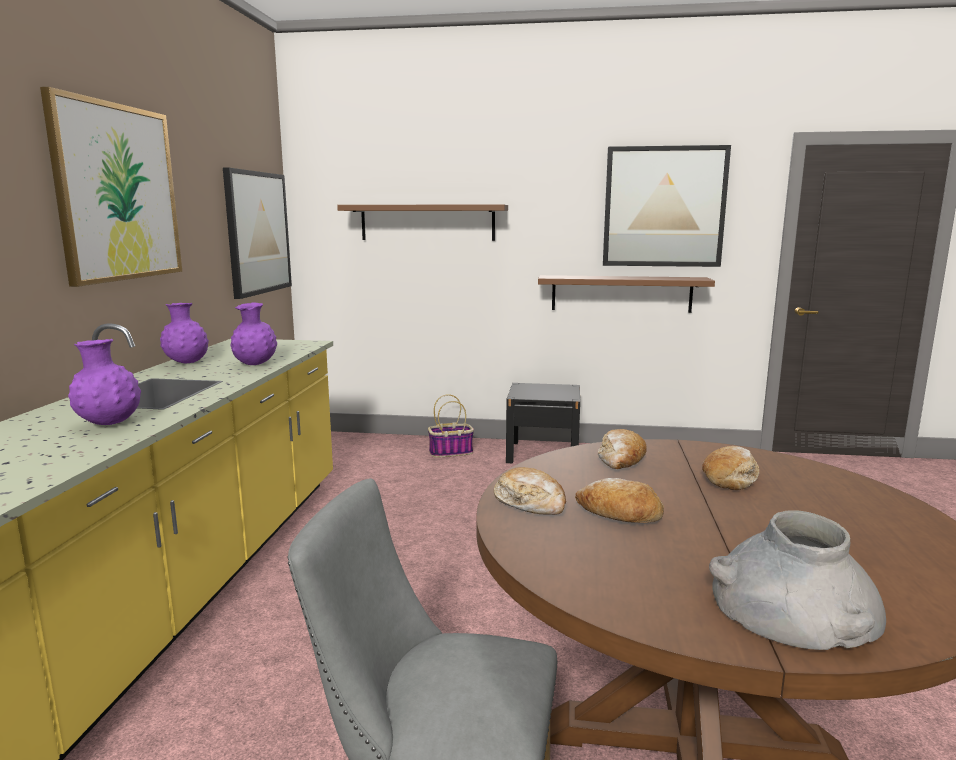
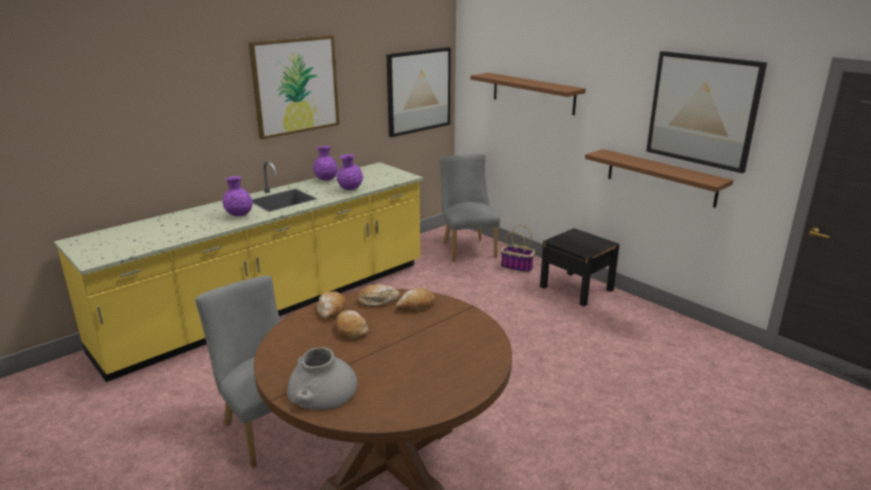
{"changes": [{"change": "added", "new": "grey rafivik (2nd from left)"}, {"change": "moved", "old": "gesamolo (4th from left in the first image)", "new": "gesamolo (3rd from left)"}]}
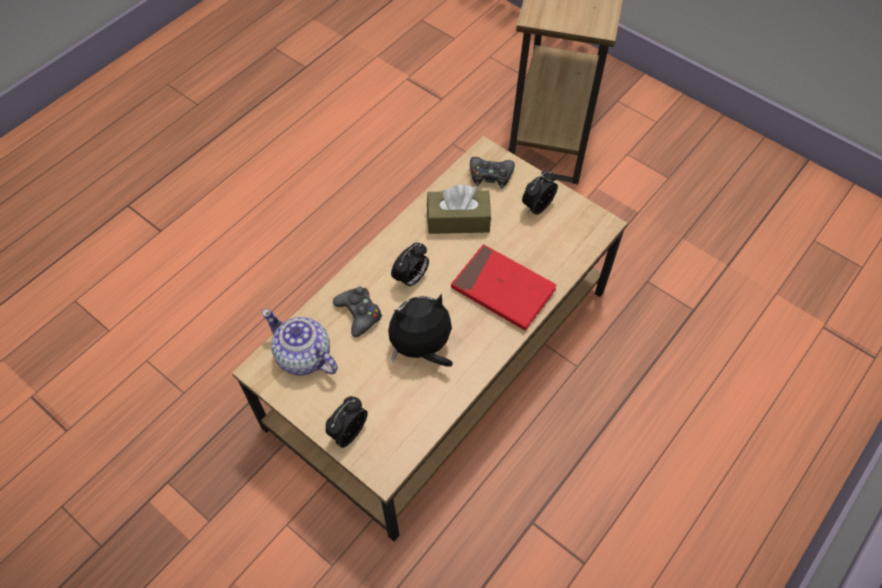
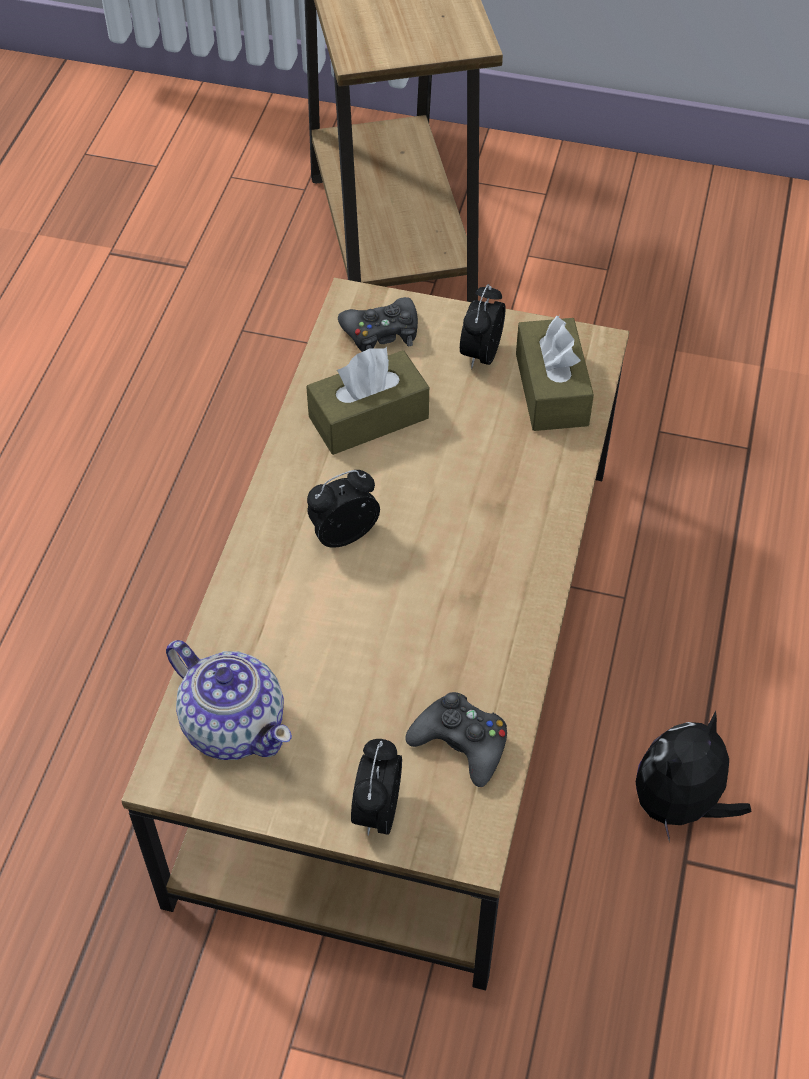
{"changes": [{"change": "removed", "old": "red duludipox"}, {"change": "added", "new": "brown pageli (2nd from left)"}, {"change": "moved", "old": "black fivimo (1st from left in the first image)", "new": "black fivimo (2nd from left)"}, {"change": "moved", "old": "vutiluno"}, {"change": "turned", "old": "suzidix", "degrees": -150}, {"change": "turned", "old": "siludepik (2nd from left in the first image)", "degrees": -135}]}
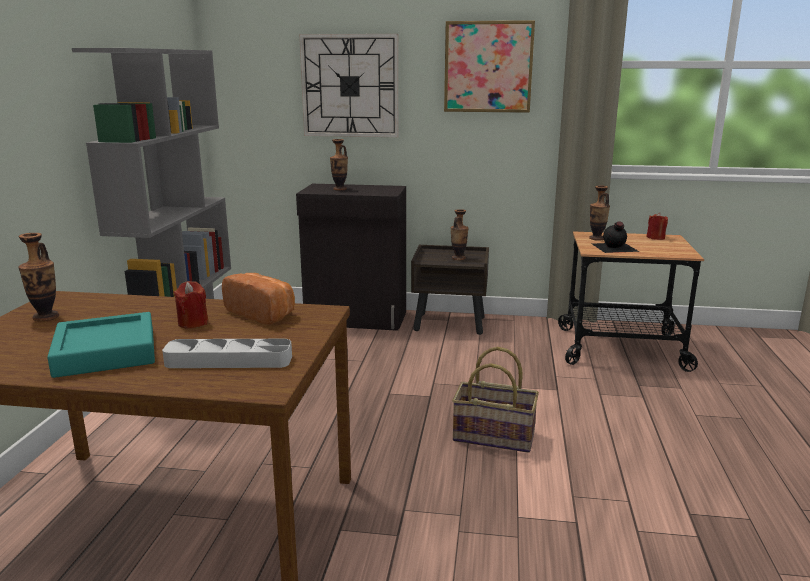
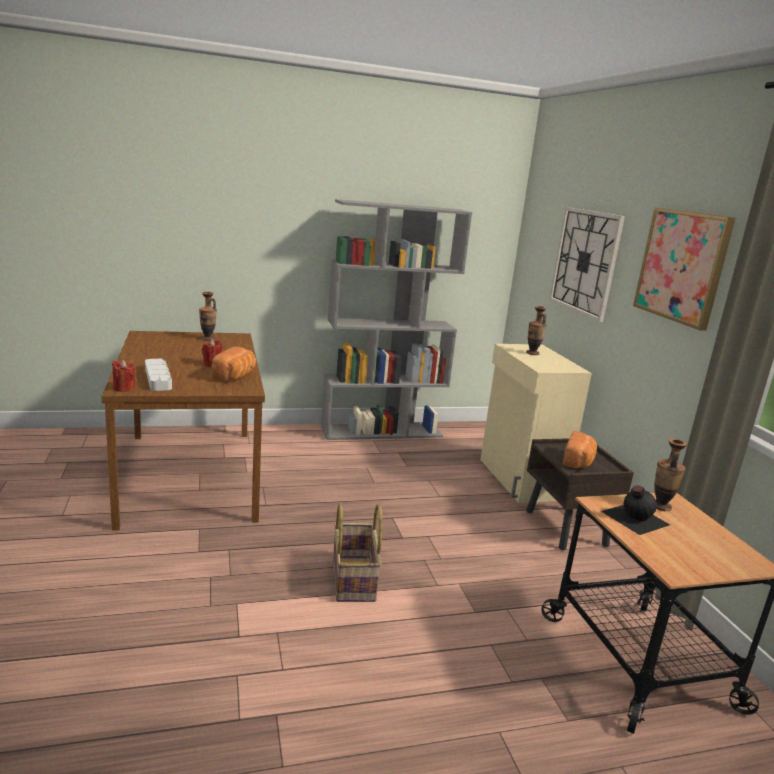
{"changes": [{"change": "removed", "old": "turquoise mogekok"}, {"change": "moved", "old": "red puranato (2nd from left in the first image)", "new": "red puranato (1st from left)"}, {"change": "replaced", "old": "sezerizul (3rd from left)", "new": "gesamolo (2nd from left)"}, {"change": "recoloured", "old": "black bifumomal", "new": "beige bifumomal"}]}
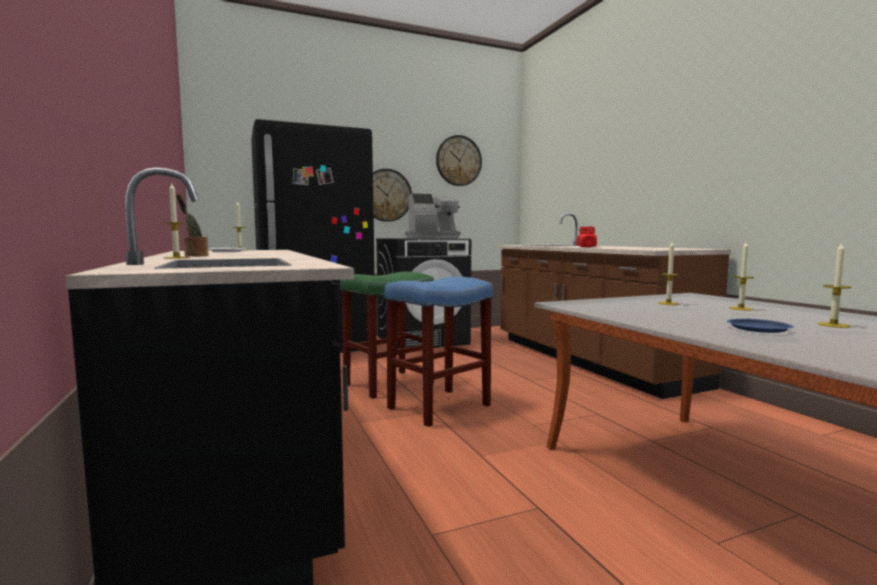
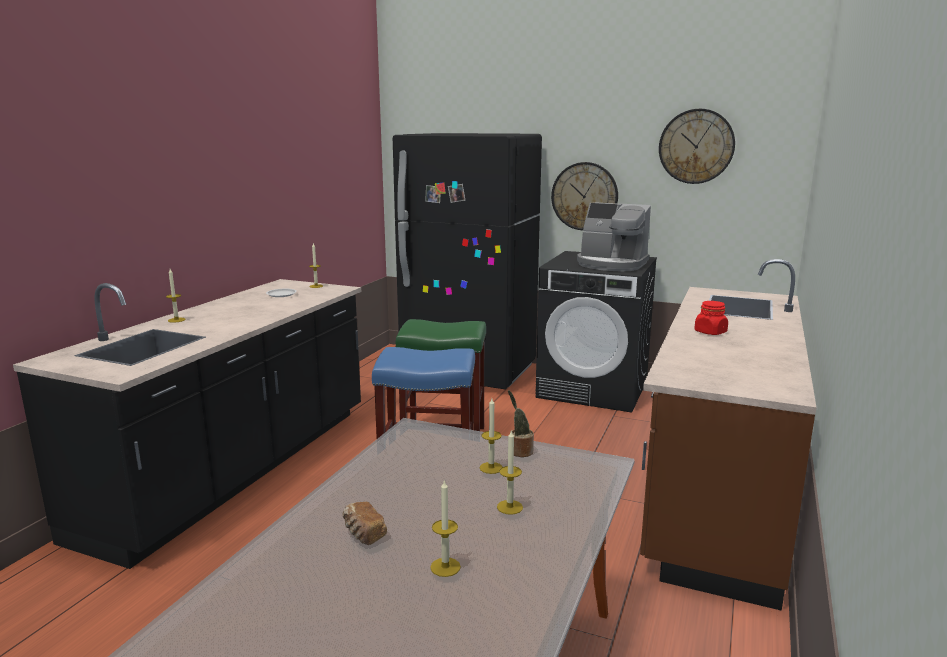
{"changes": [{"change": "moved", "old": "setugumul"}, {"change": "replaced", "old": "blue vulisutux", "new": "gesamolo"}]}
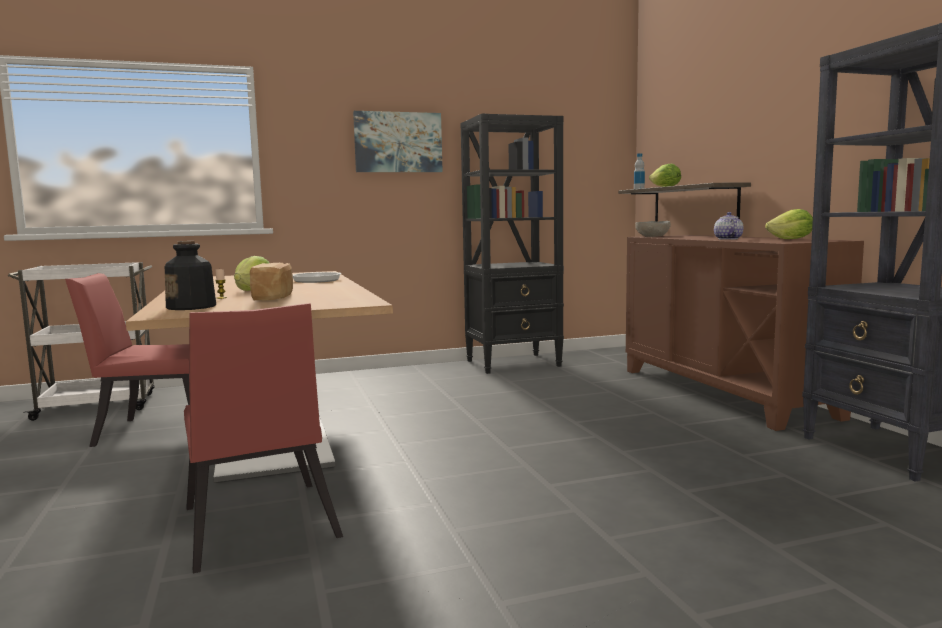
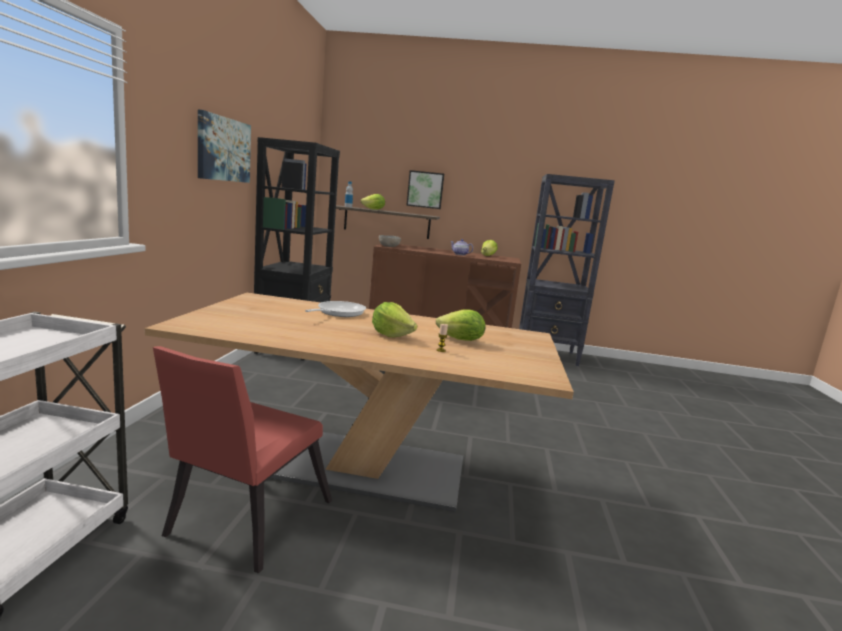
{"changes": [{"change": "removed", "old": "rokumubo (1st from left)"}, {"change": "removed", "old": "red rafivik (2nd from left)"}, {"change": "added", "new": "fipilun (2nd from left)"}, {"change": "replaced", "old": "gesamolo", "new": "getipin (3rd from left)"}]}
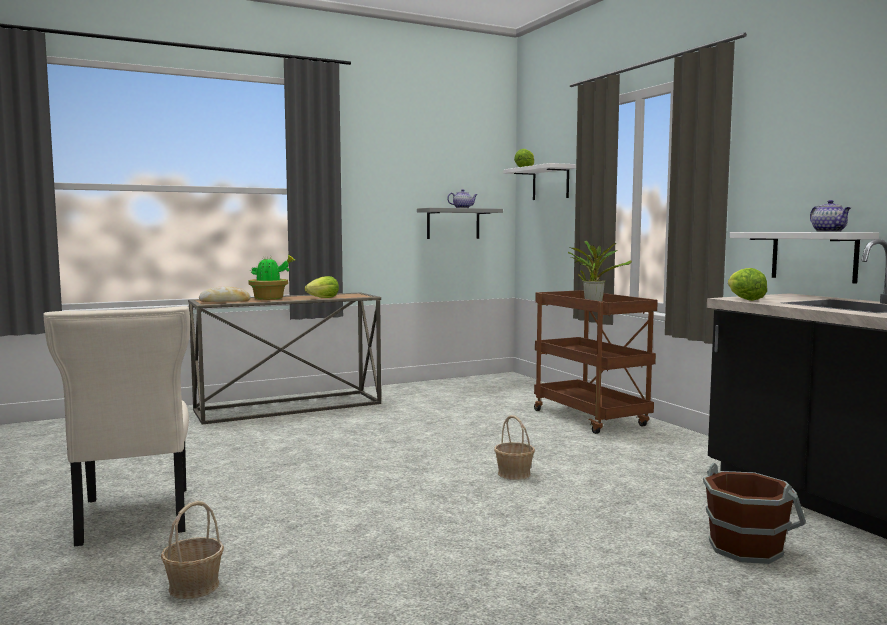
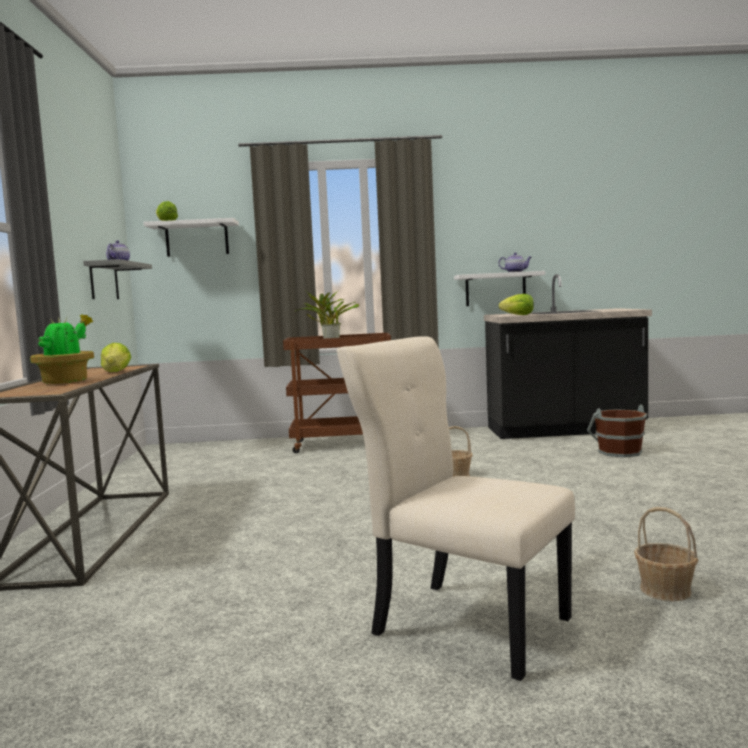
{"changes": [{"change": "removed", "old": "gesamolo"}, {"change": "turned", "old": "beige rafivik", "degrees": -150}]}
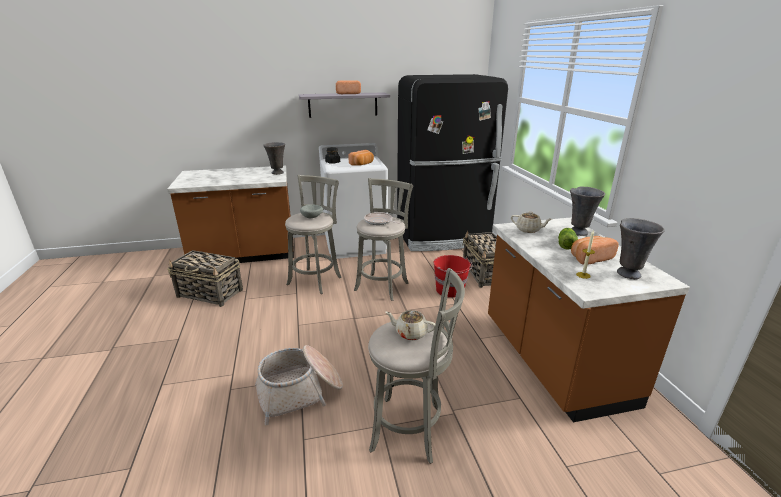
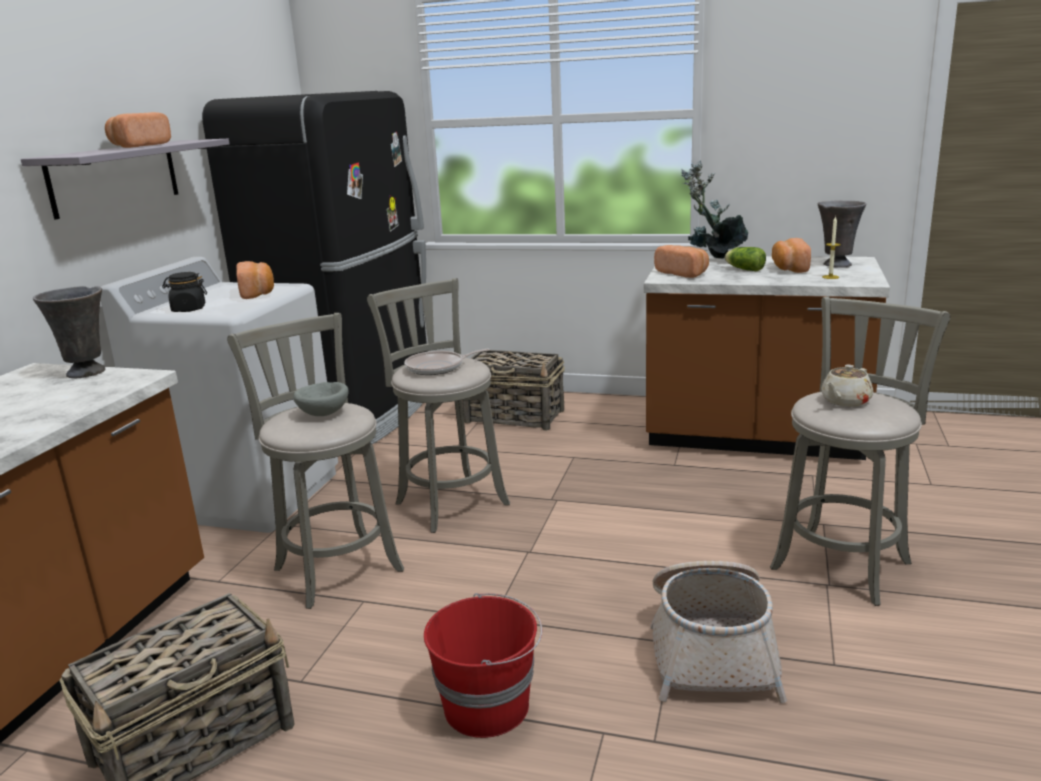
{"changes": [{"change": "moved", "old": "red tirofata"}, {"change": "replaced", "old": "beige suzidix (2nd from left)", "new": "gesamolo (3rd from left)"}, {"change": "replaced", "old": "grey sezerizul (2nd from left)", "new": "setugumul"}]}
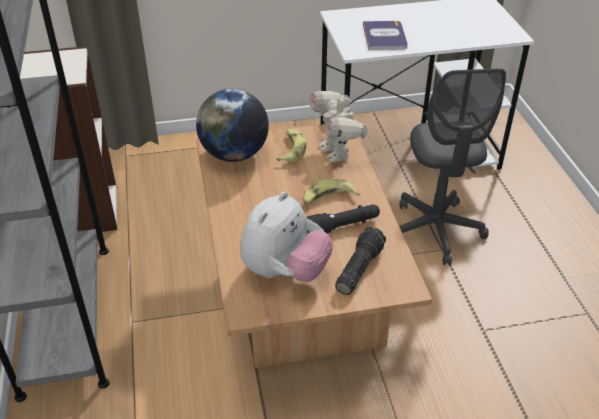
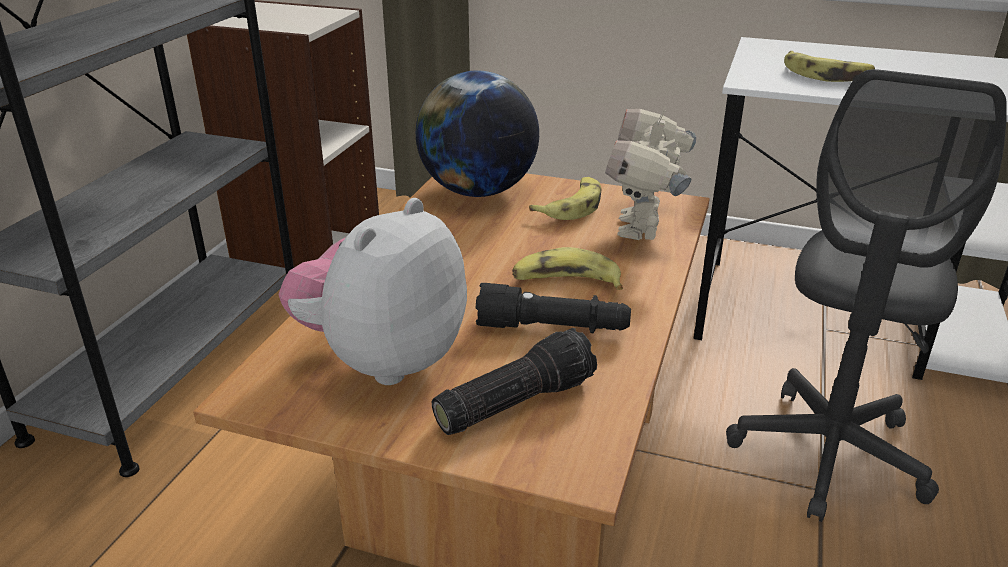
{"changes": [{"change": "replaced", "old": "duludipox", "new": "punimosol (3rd from left)"}, {"change": "turned", "old": "vutiluno", "degrees": 150}]}
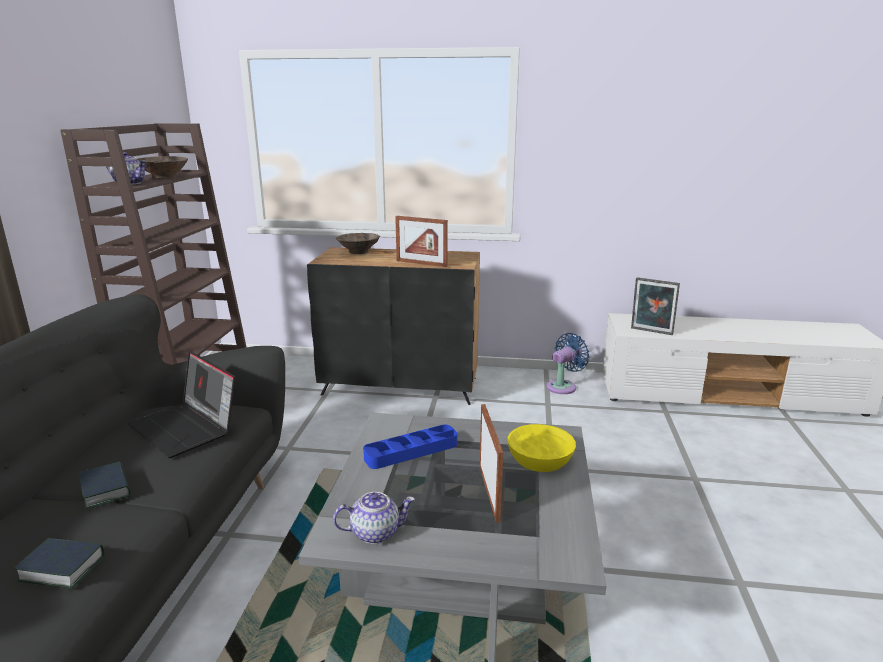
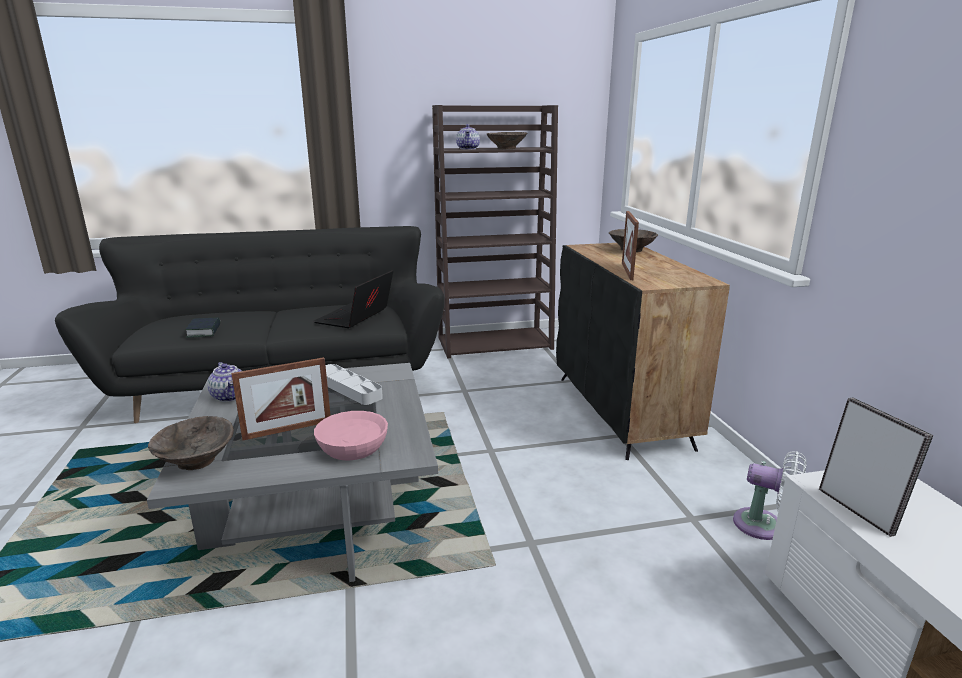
{"changes": [{"change": "removed", "old": "duludipox (2nd from left)"}, {"change": "added", "new": "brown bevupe (1st from left)"}, {"change": "recoloured", "old": "blue mogekok", "new": "grey mogekok"}, {"change": "recoloured", "old": "yellow bevupe", "new": "pink bevupe"}, {"change": "recoloured", "old": "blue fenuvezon", "new": "white fenuvezon"}, {"change": "turned", "old": "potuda (3rd from left)", "degrees": 150}]}
